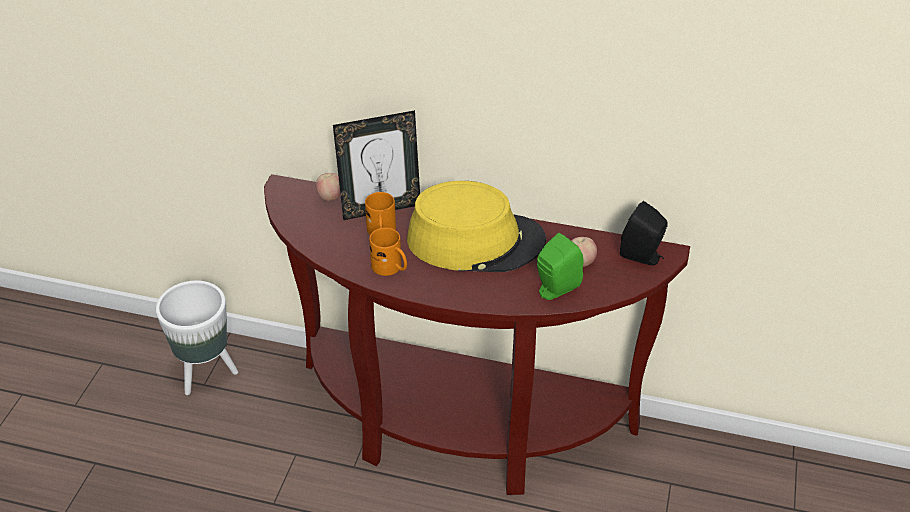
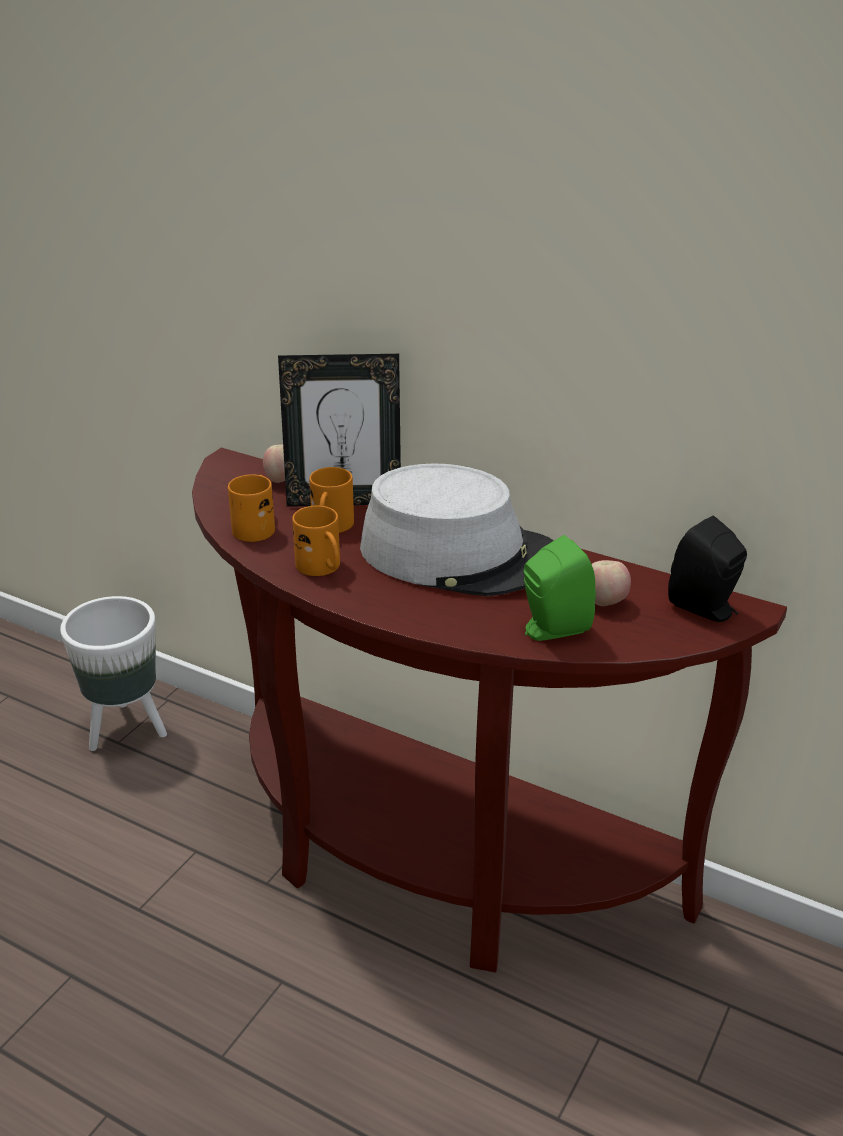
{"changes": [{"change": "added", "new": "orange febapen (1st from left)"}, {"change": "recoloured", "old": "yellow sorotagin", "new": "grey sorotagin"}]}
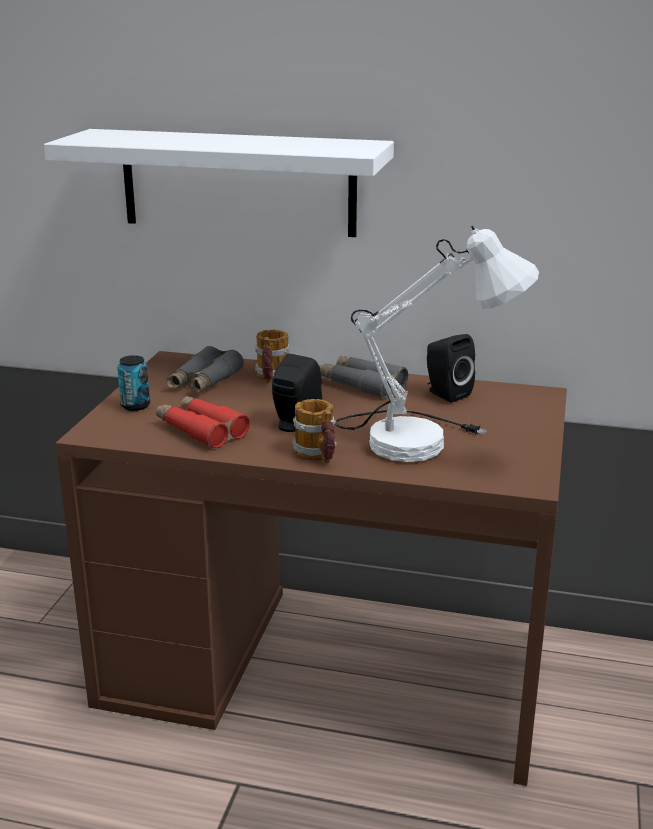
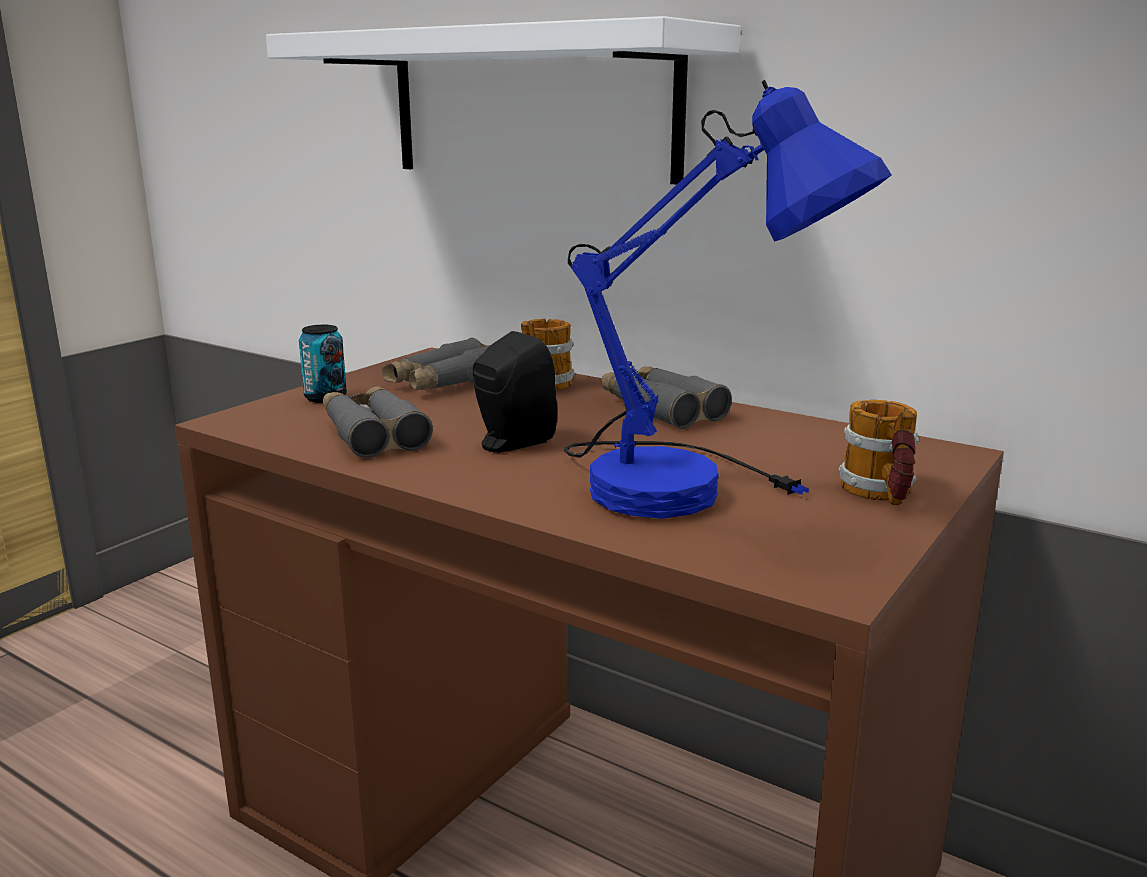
{"changes": [{"change": "removed", "old": "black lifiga (2nd from left)"}, {"change": "moved", "old": "febapen (2nd from left)"}, {"change": "recoloured", "old": "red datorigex", "new": "grey datorigex (1st from left)"}, {"change": "recoloured", "old": "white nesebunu", "new": "blue nesebunu"}]}
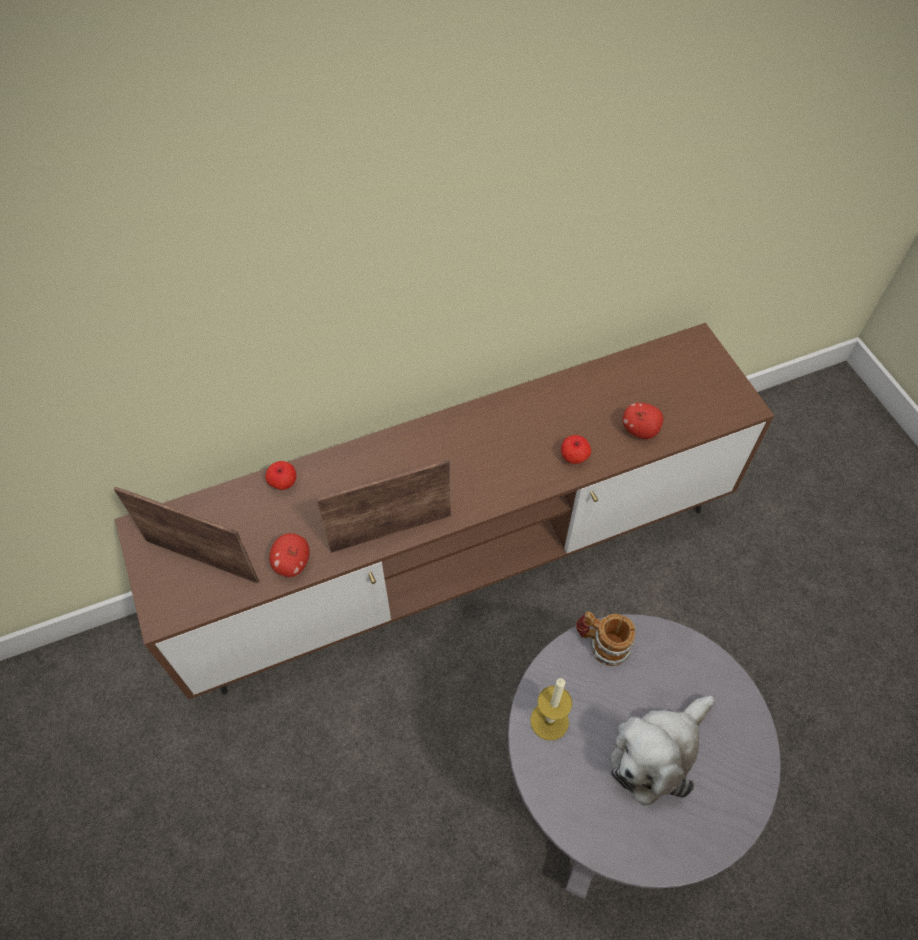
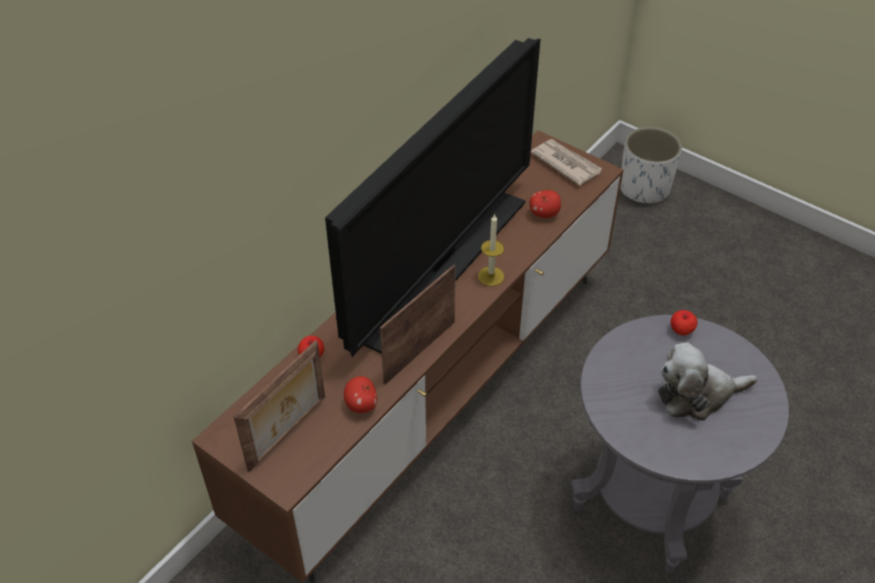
{"changes": [{"change": "removed", "old": "febapen"}, {"change": "added", "new": "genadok"}, {"change": "added", "new": "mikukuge"}, {"change": "added", "new": "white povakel"}, {"change": "moved", "old": "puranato"}, {"change": "moved", "old": "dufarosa (3rd from left in the first image)", "new": "dufarosa (4th from left)"}, {"change": "turned", "old": "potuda (1st from left)", "degrees": 135}, {"change": "turned", "old": "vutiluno", "degrees": 60}]}
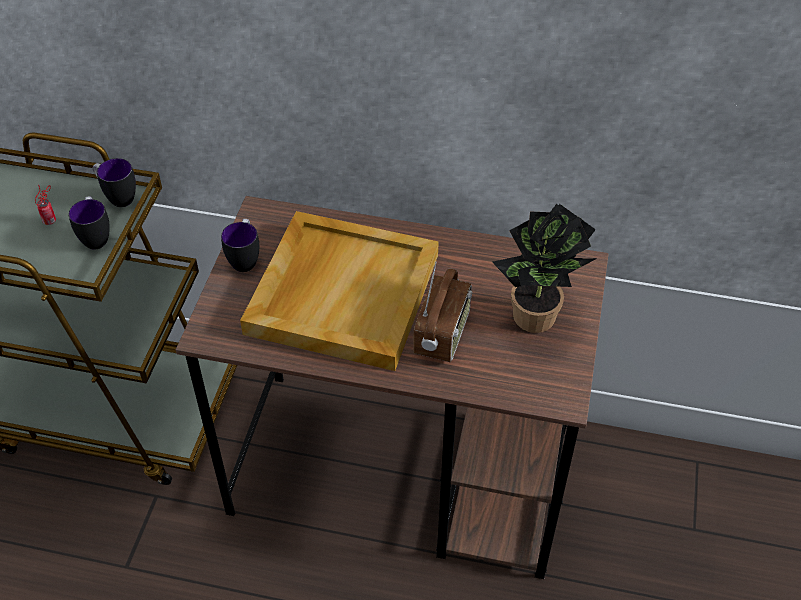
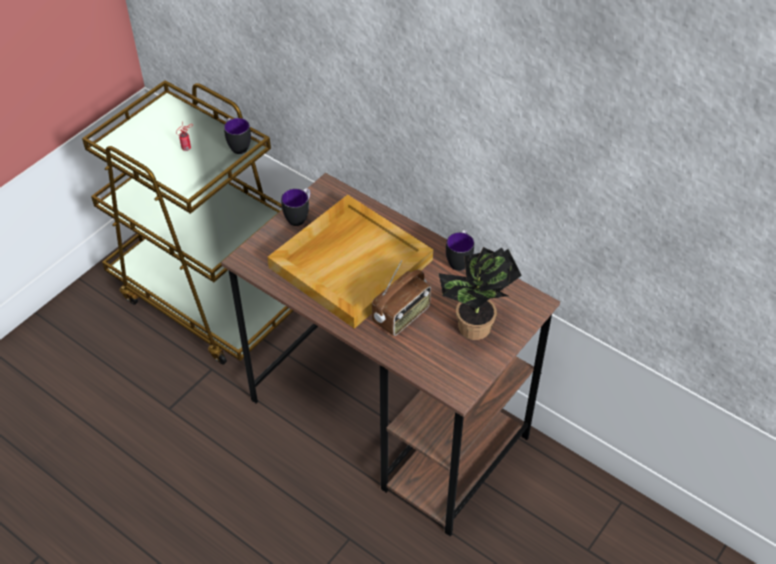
{"changes": [{"change": "moved", "old": "febapen (1st from left in the first image)", "new": "febapen (3rd from left)"}]}
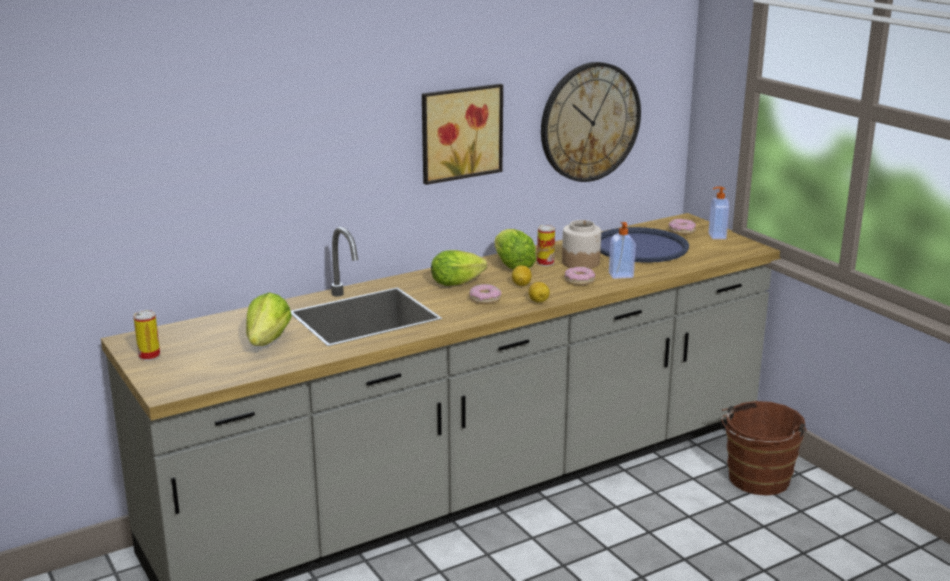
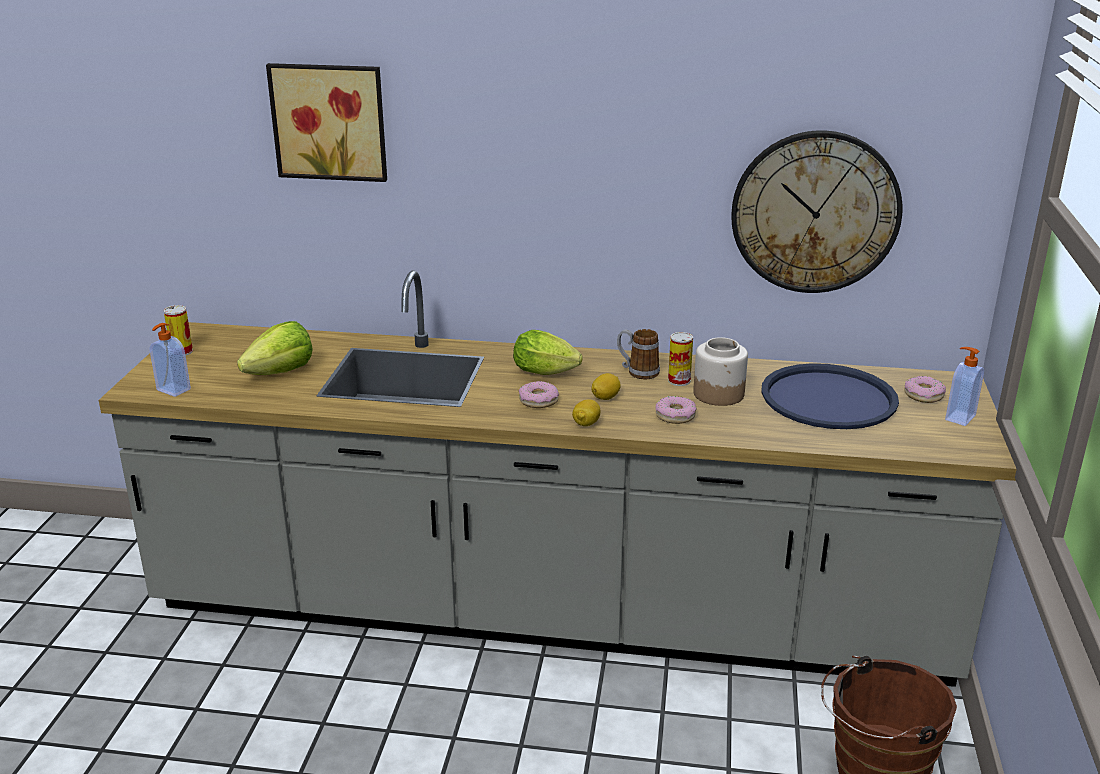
{"changes": [{"change": "moved", "old": "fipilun"}, {"change": "moved", "old": "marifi (1st from left)"}, {"change": "replaced", "old": "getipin (3rd from left)", "new": "febapen"}]}
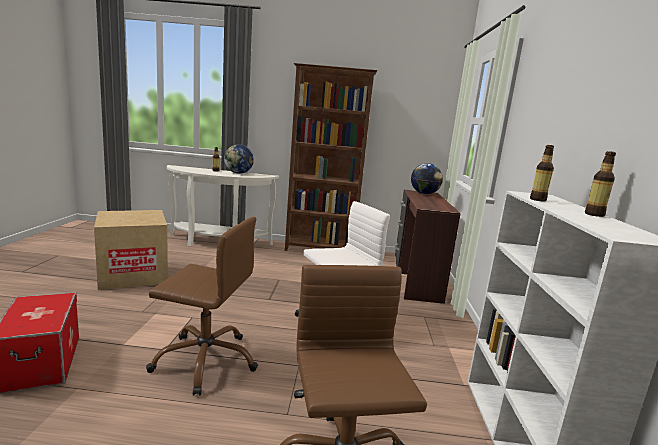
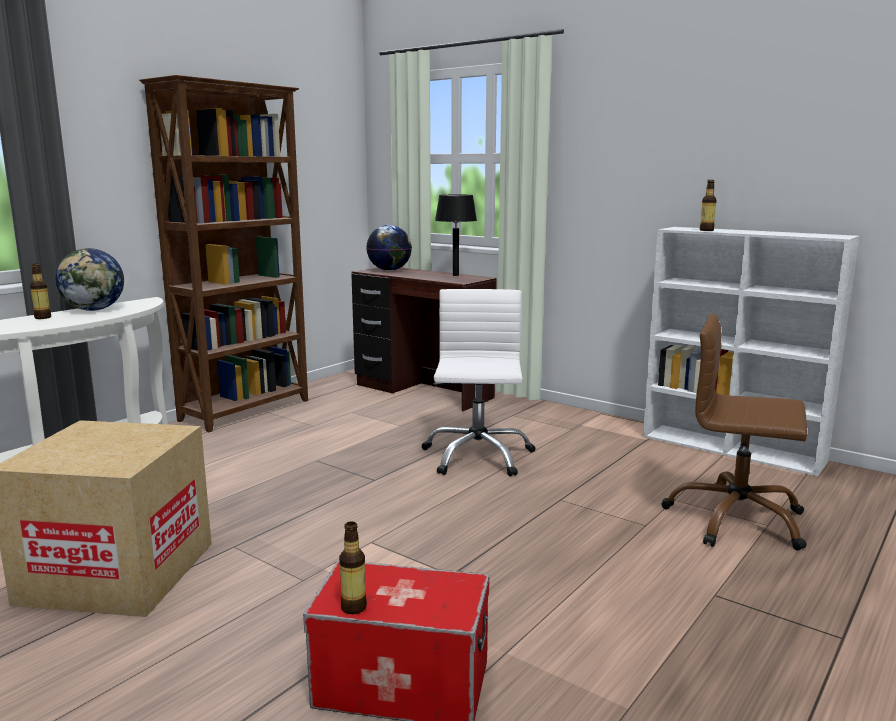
{"changes": [{"change": "removed", "old": "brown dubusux (1st from left)"}, {"change": "added", "new": "black nesebunu"}, {"change": "moved", "old": "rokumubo (3rd from left in the first image)", "new": "rokumubo (2nd from left)"}]}
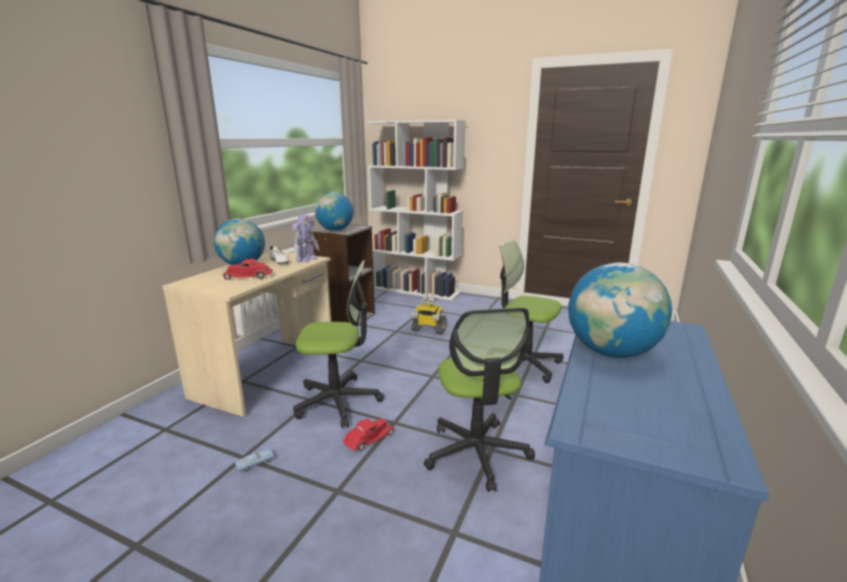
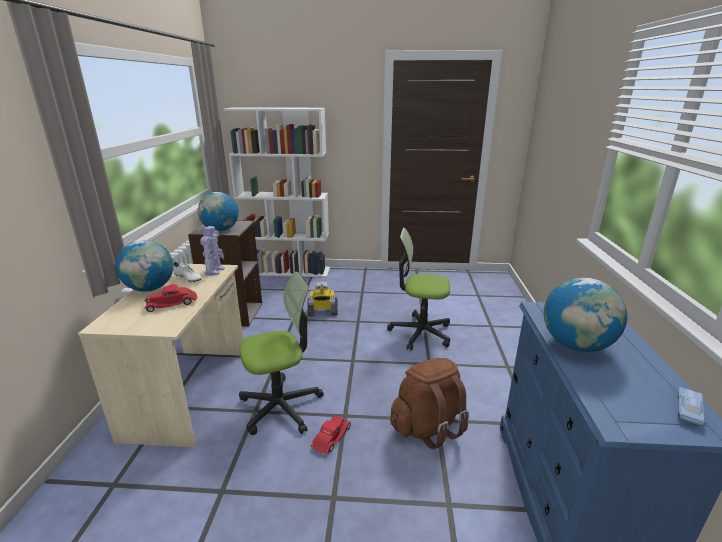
{"changes": [{"change": "moved", "old": "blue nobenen"}, {"change": "replaced", "old": "dubusux (2nd from left)", "new": "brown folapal"}]}
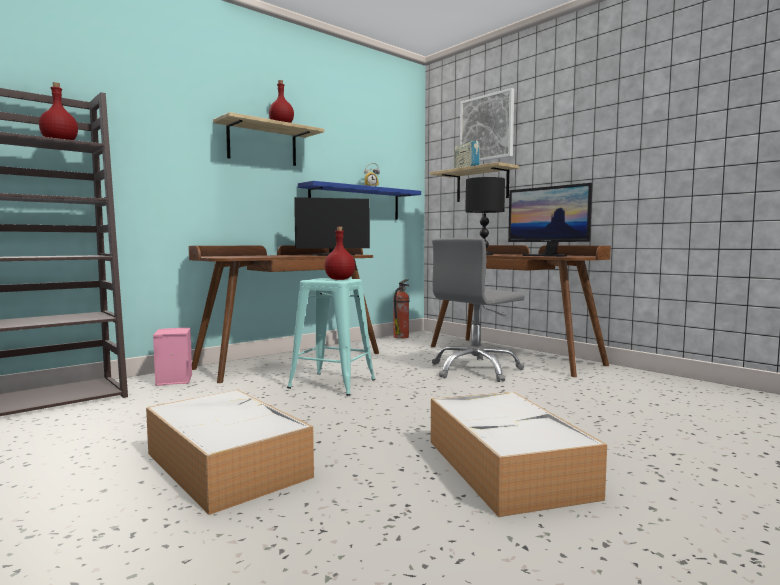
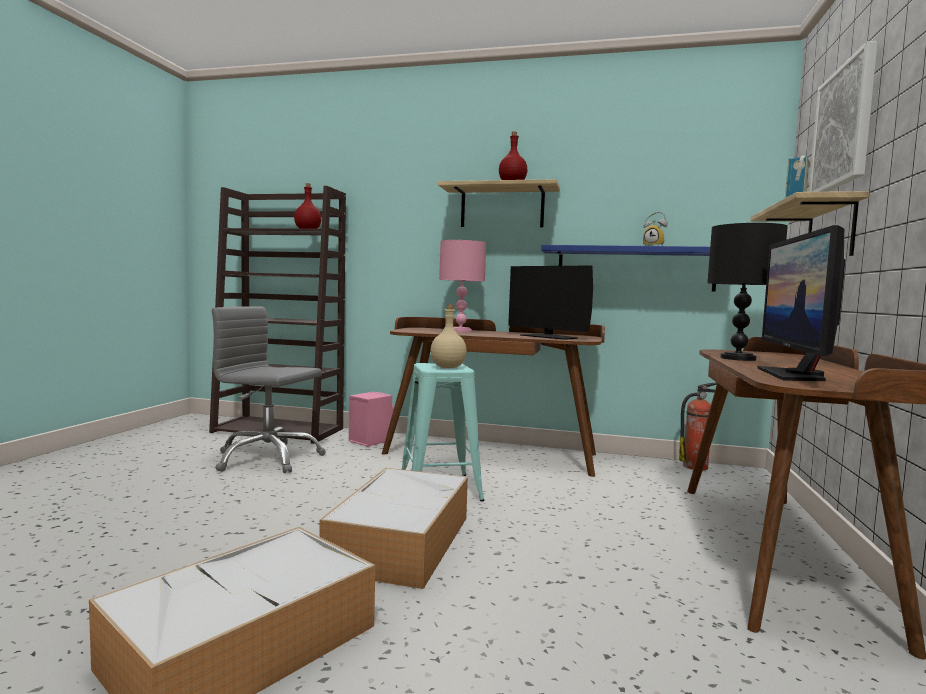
{"changes": [{"change": "added", "new": "pink nesebunu"}, {"change": "moved", "old": "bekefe (1st from left in the first image)", "new": "bekefe (2nd from left)"}, {"change": "moved", "old": "grey dubusux"}, {"change": "recoloured", "old": "red rokumubo (3rd from left)", "new": "beige rokumubo"}]}
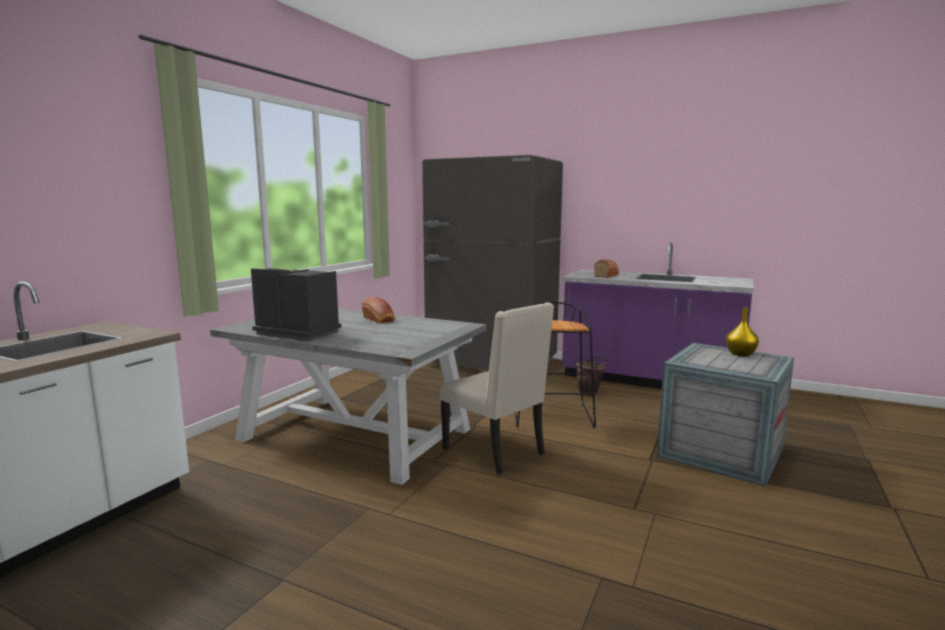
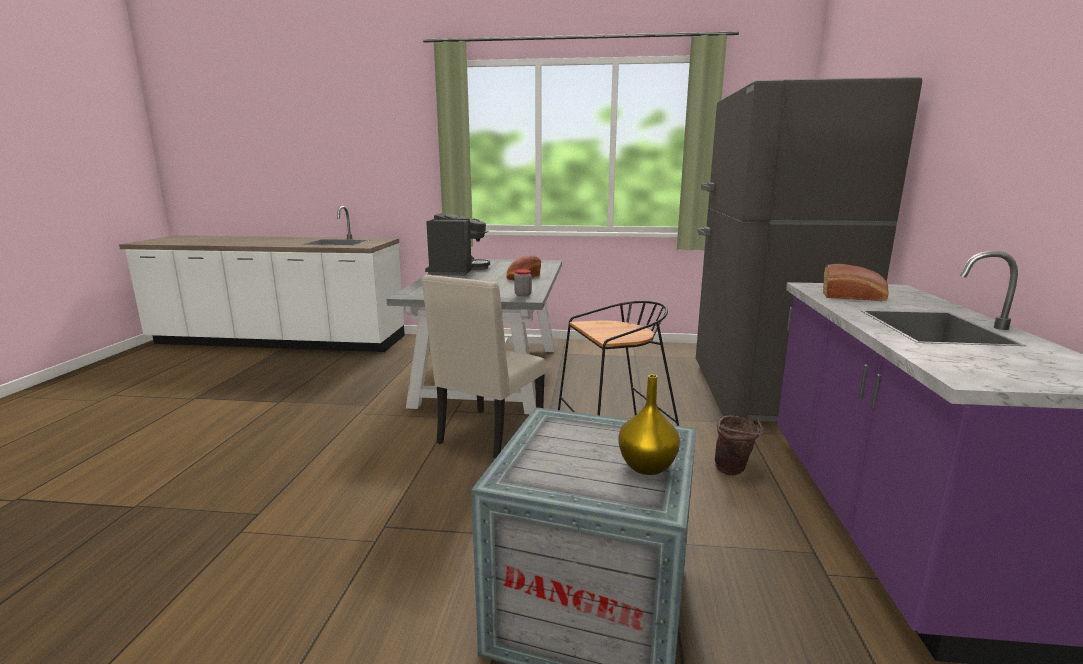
{"changes": [{"change": "added", "new": "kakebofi"}]}
